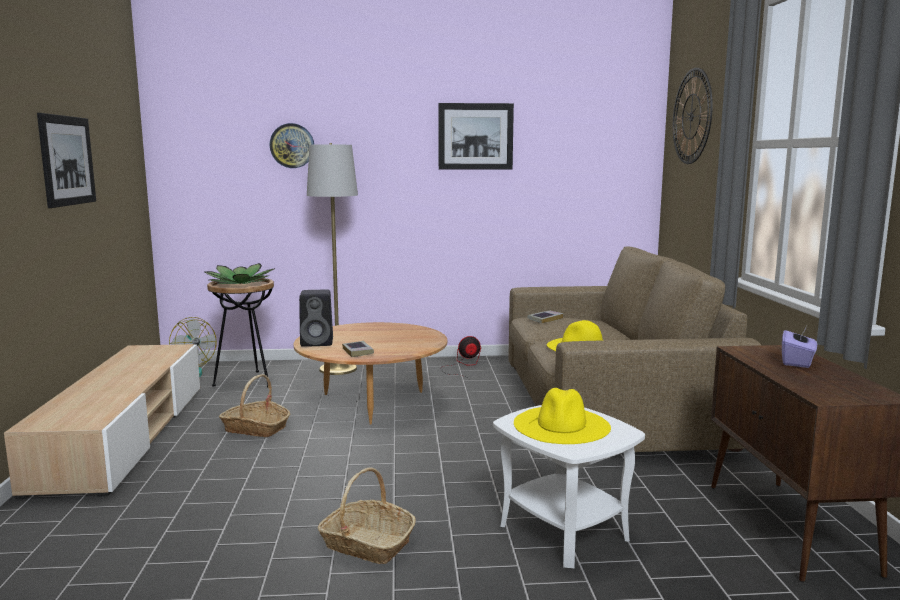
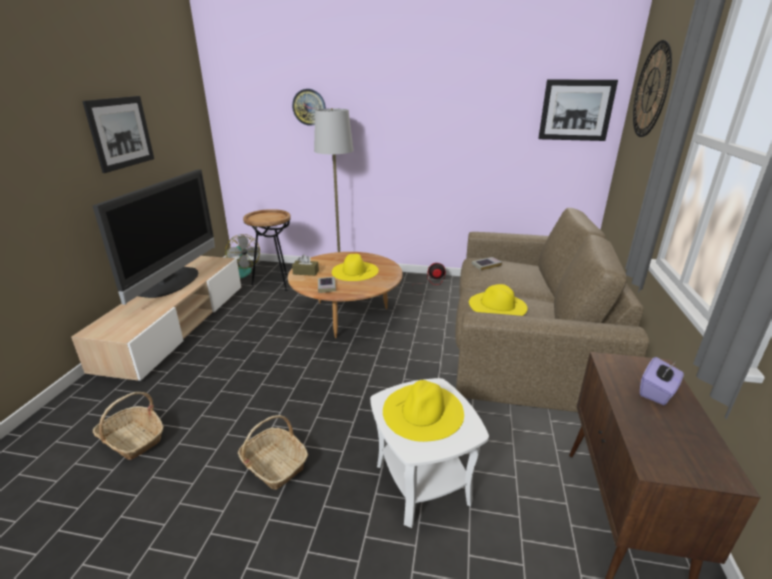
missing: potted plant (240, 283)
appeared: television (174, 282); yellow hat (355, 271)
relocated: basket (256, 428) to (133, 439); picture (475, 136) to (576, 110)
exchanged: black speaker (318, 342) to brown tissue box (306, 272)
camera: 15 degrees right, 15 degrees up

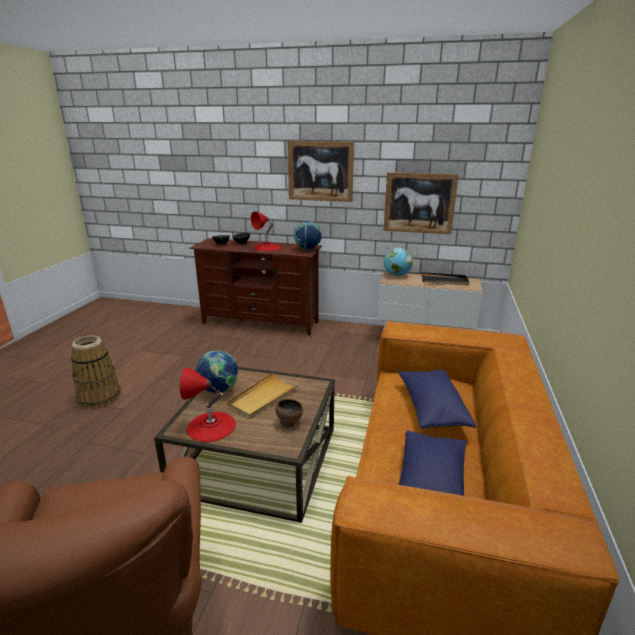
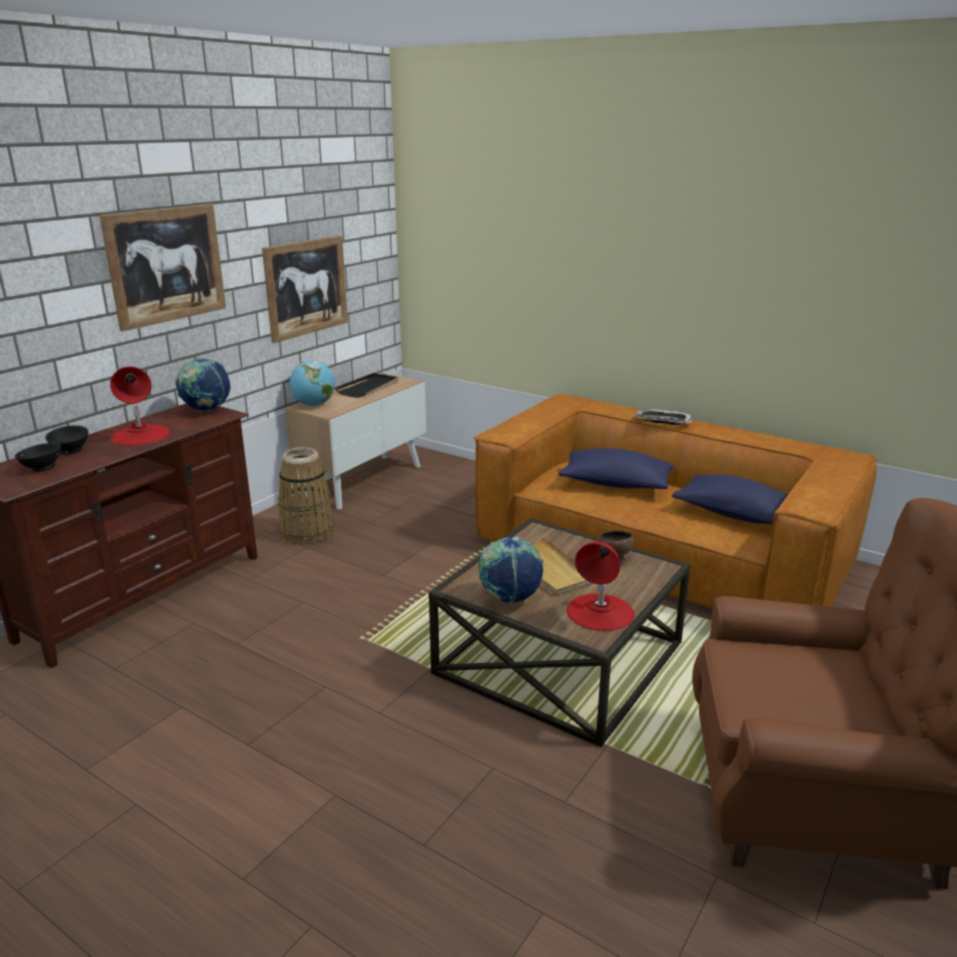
appeared: tray (662, 421)
relocated: basket (99, 397) to (307, 532)
camera: 70 degrees left, 0 degrees up

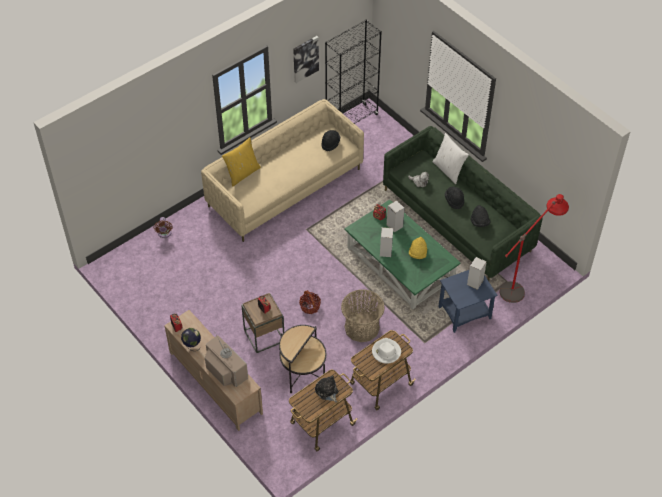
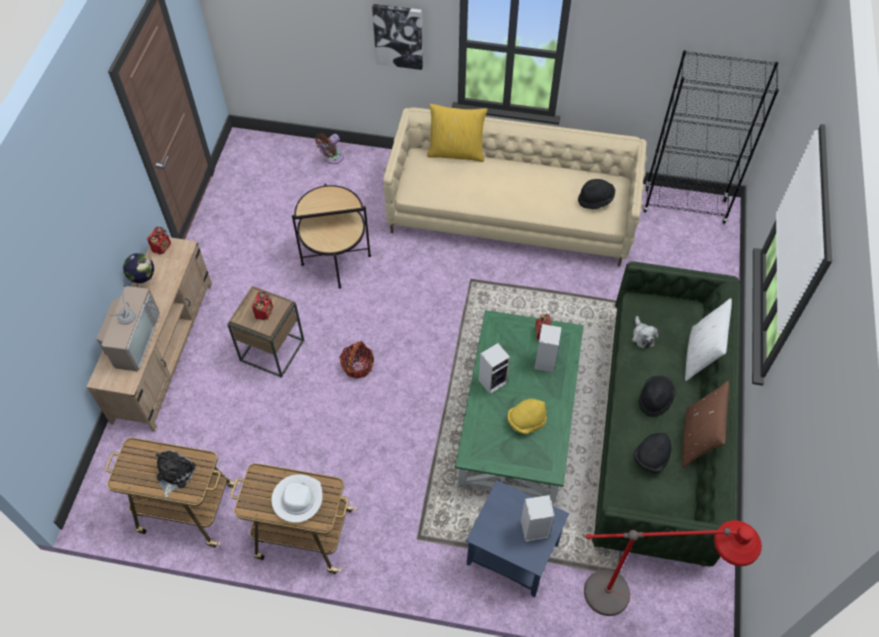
missing: basket (362, 327)
appeared: brown pillow (697, 439)
relocated: side table (303, 374) to (336, 260); picture (305, 58) to (398, 36)
camera: 50 degrees right, 5 degrees up

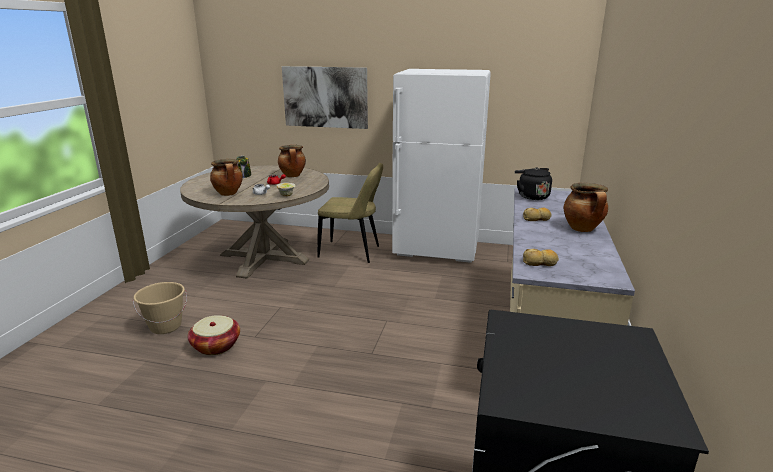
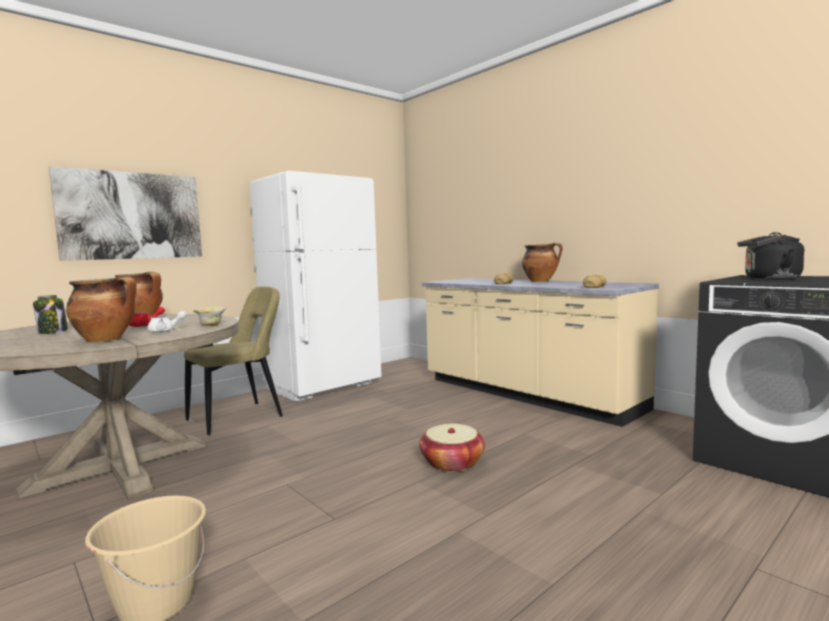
relocated: basket (216, 346) to (452, 463); black kettle (531, 196) to (768, 279)
camera: 55 degrees left, 15 degrees down

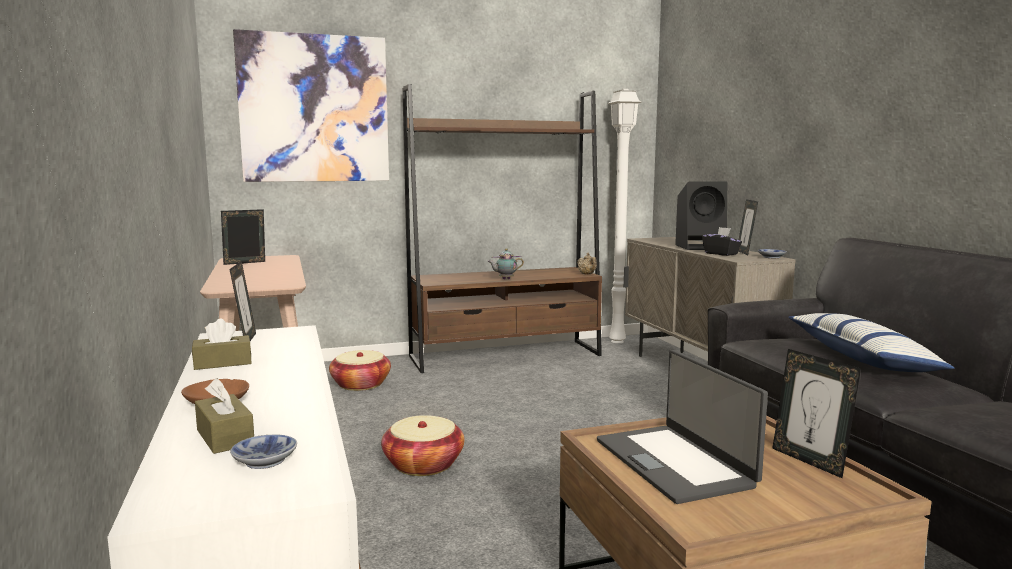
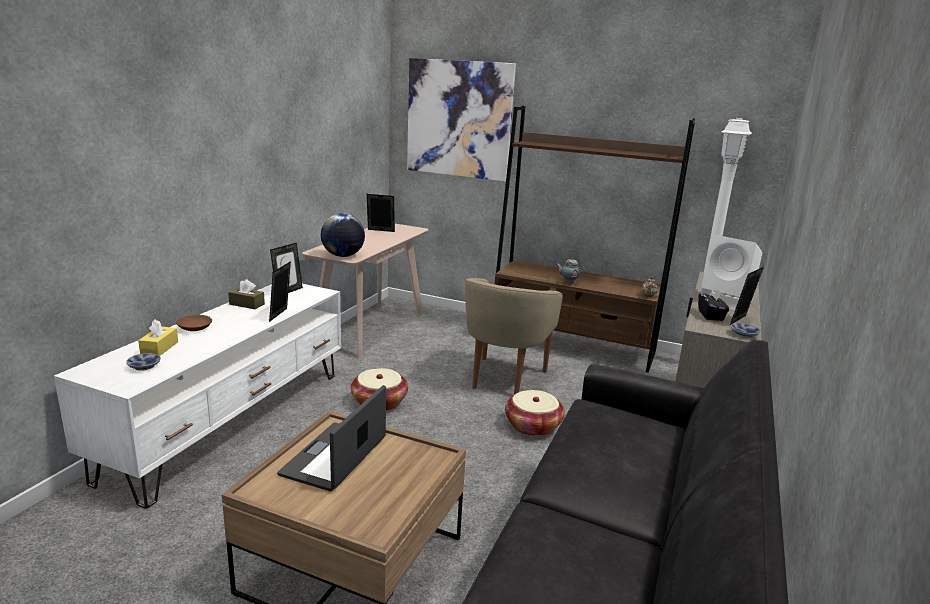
missing: pillow (861, 358)
appeared: globe (343, 256); beige armchair (504, 378)
relocated: basket (360, 384) to (532, 426); picture frame (809, 461) to (281, 315)
colour: brown tissue box (225, 437) to yellow tissue box (159, 348); black speaker (701, 247) to white speaker (726, 302)
camera: 40 degrees right, 10 degrees up

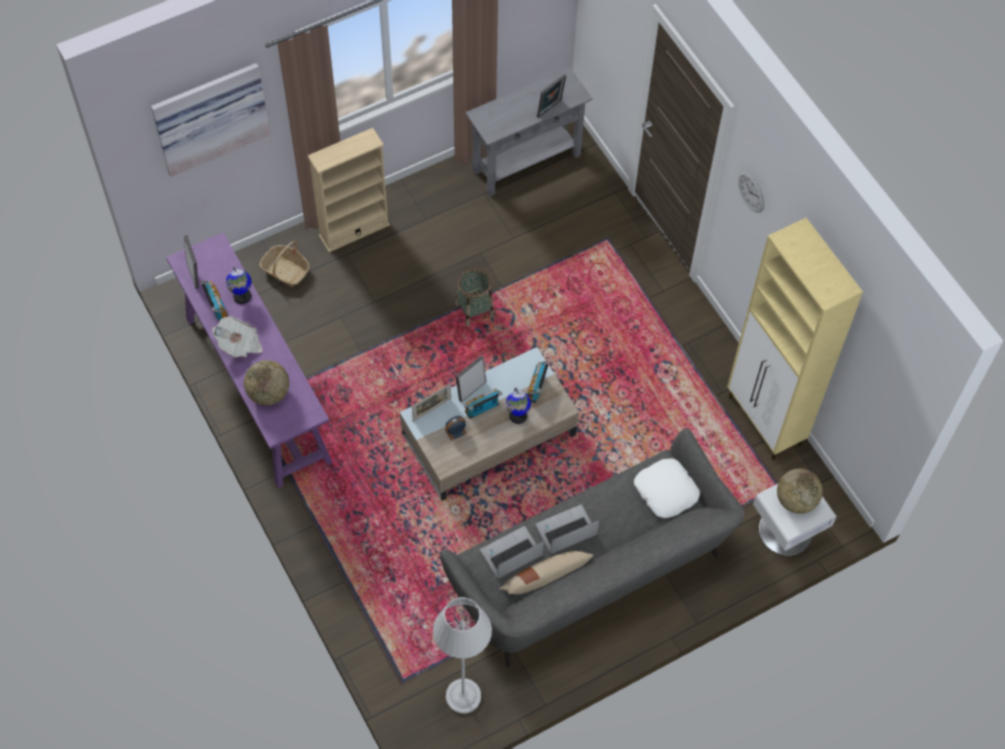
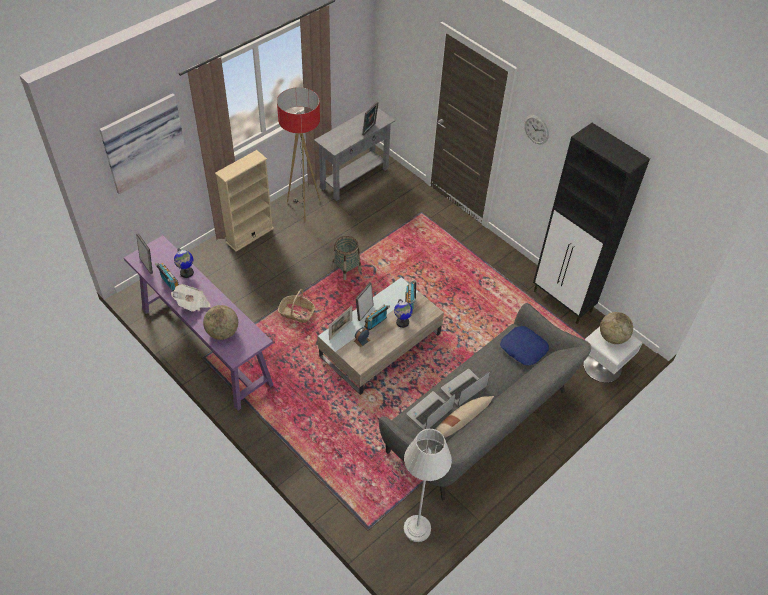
appeared: floor lamp (303, 207)
relocated: basket (285, 270) to (296, 313)
colour: white pillow (665, 491) to blue pillow (523, 349); beige cabinet (765, 422) to black cabinet (563, 302)
camera: 15 degrees left, 10 degrees down

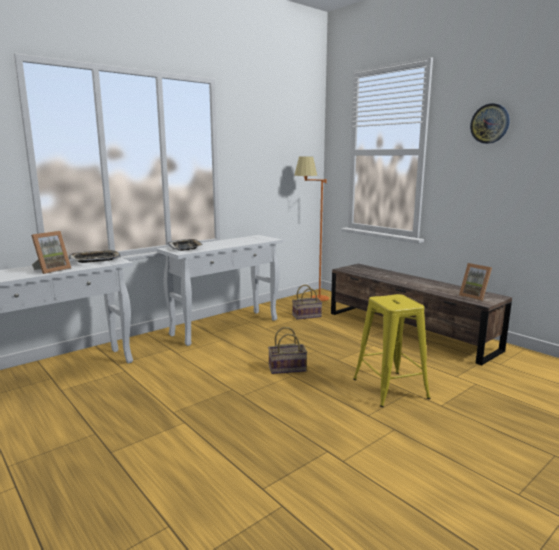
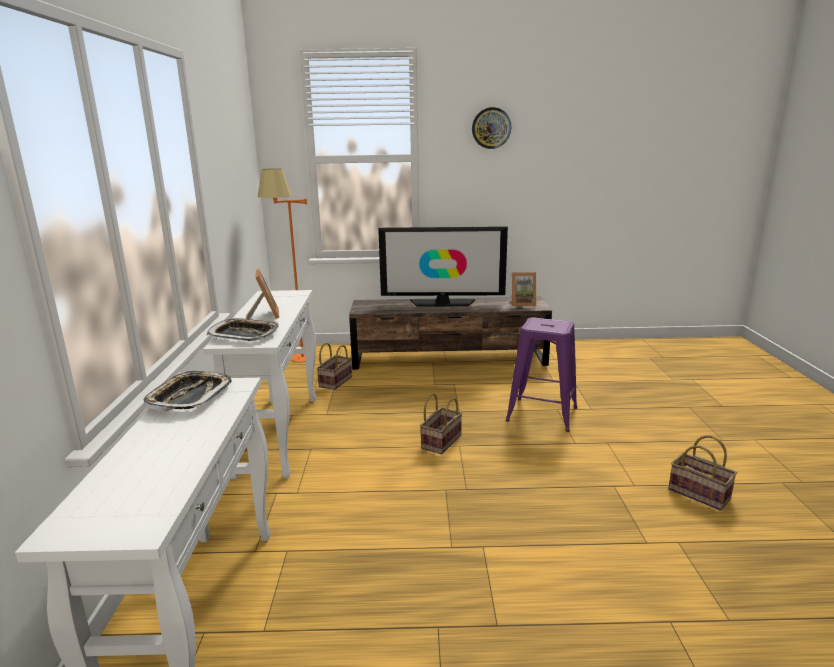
appeared: television (442, 303); basket (701, 494)
relocated: picture frame (52, 270) to (265, 315)
colour: yellow stool (390, 388) to purple stool (542, 414)
camera: 50 degrees left, 5 degrees up

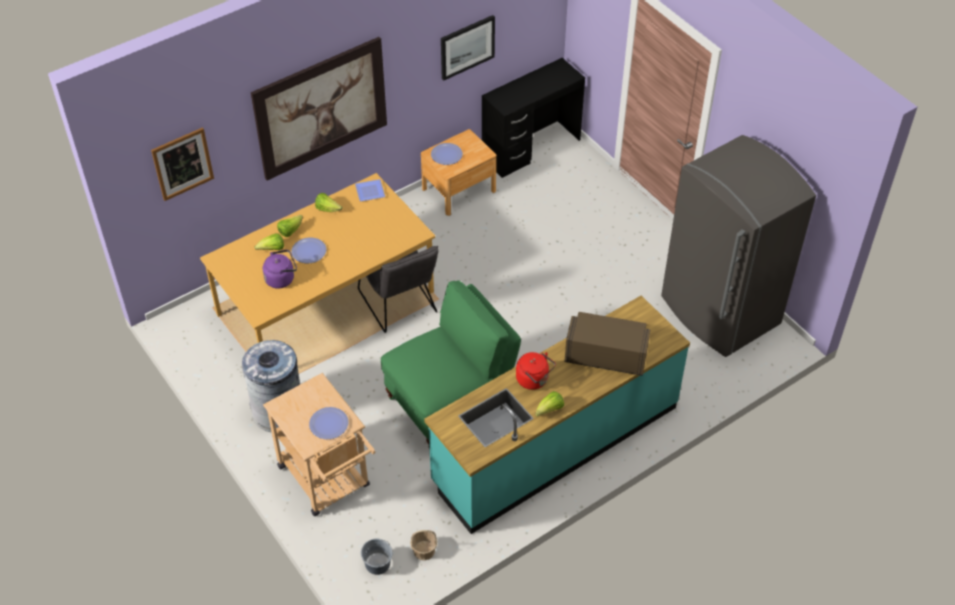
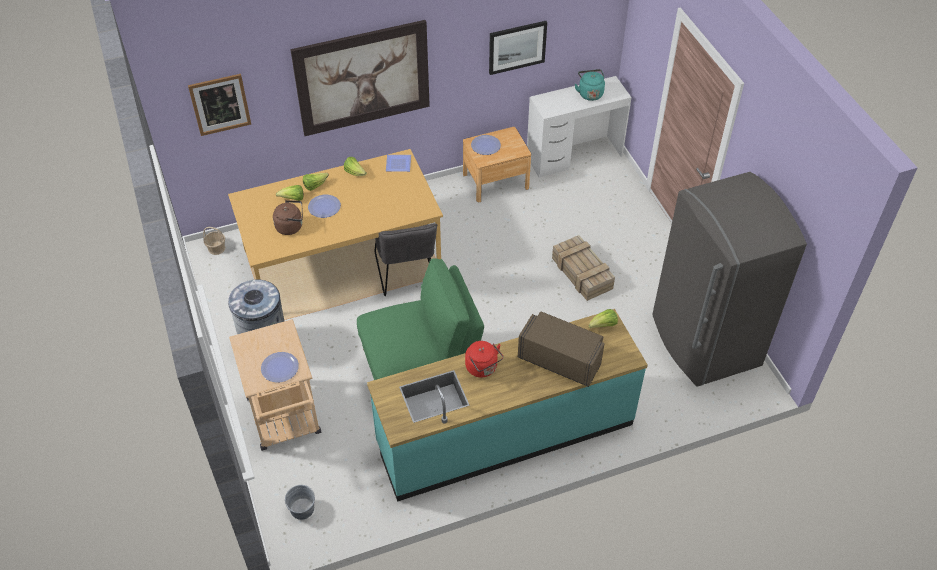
appeared: crate (583, 274); turquoise kettle (590, 93)
relocated: basket (424, 550) to (216, 248); lettuce (549, 410) to (603, 325)
colour: purple kettle (281, 278) to brown kettle (291, 226); black desk (531, 148) to white desk (574, 156)
camera: 15 degrees right, 0 degrees up

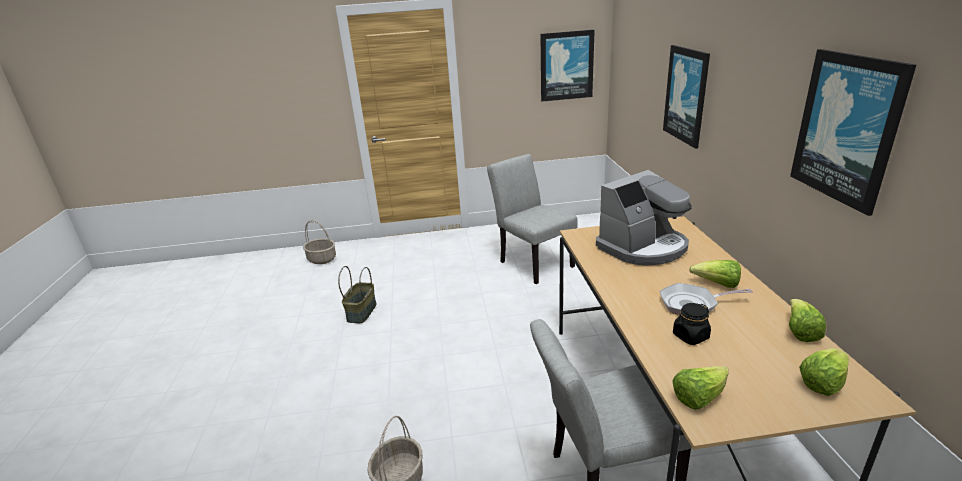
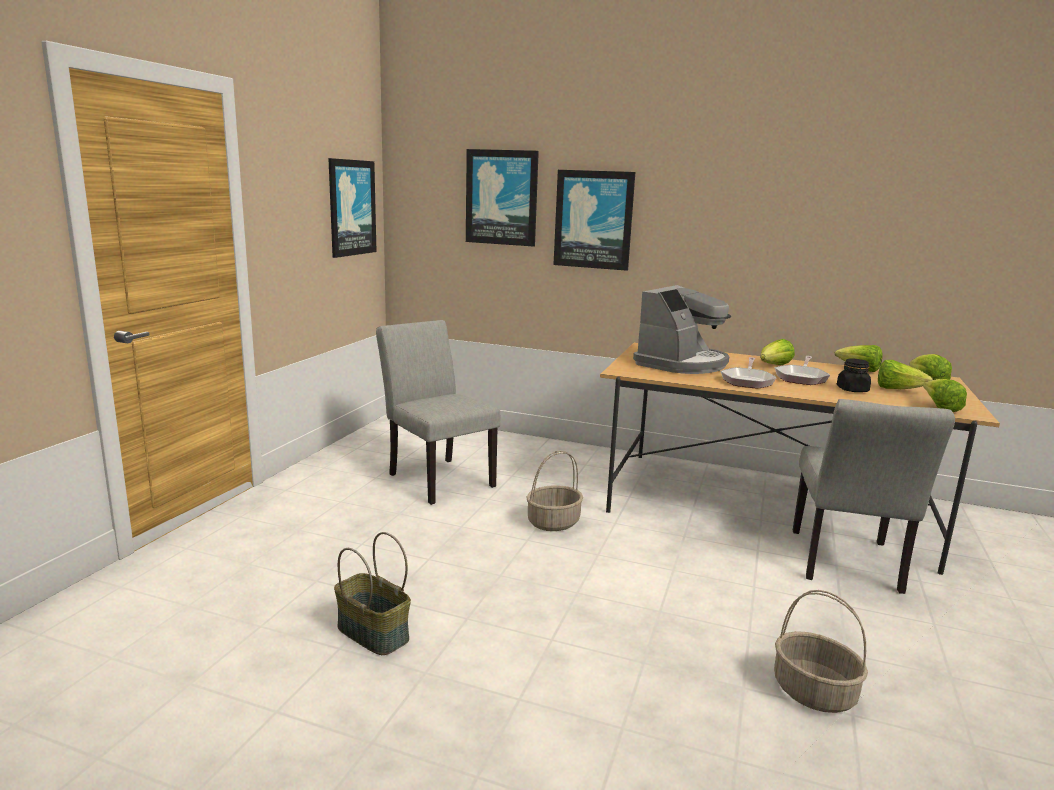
appeared: frying pan (747, 381); lettuce (897, 390)
relocated: basket (322, 259) to (553, 522); picture (847, 128) to (501, 197)
spun: grey chair (532, 262) = (436, 477) 60 degrees clockwise; coffee machine (643, 247) = (682, 364) 45 degrees clockwise
camera: 65 degrees left, 10 degrees down

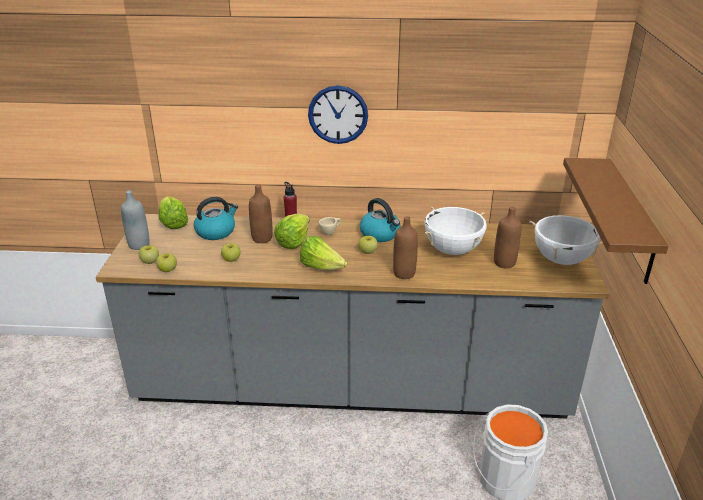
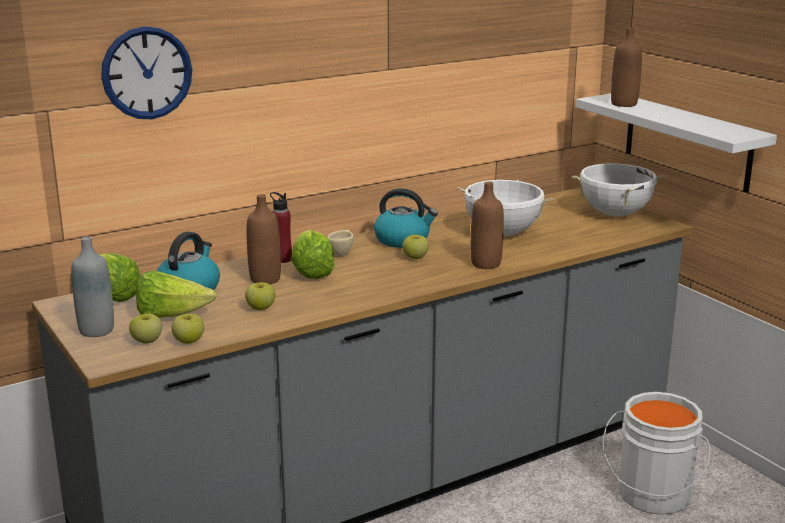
relocated: lettuce (321, 267) to (171, 316); wall clock (338, 114) to (147, 73); brown bottle (504, 263) to (624, 104)
colour: brown shelf (630, 221) to white shelf (687, 141)
camera: 35 degrees left, 10 degrees down

